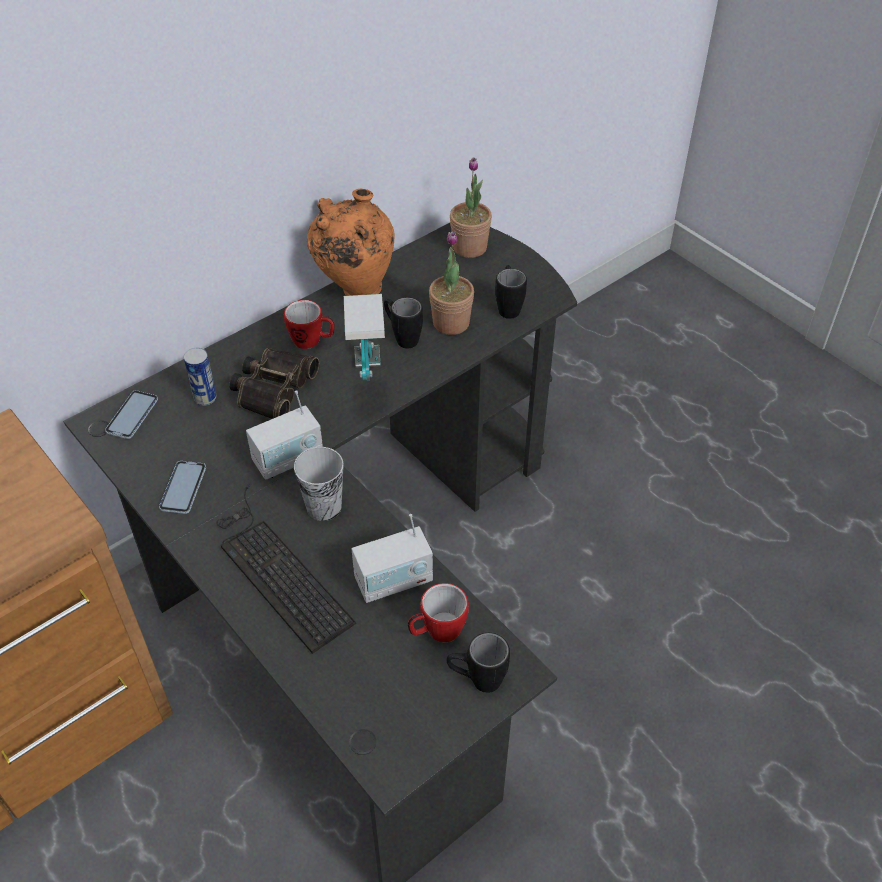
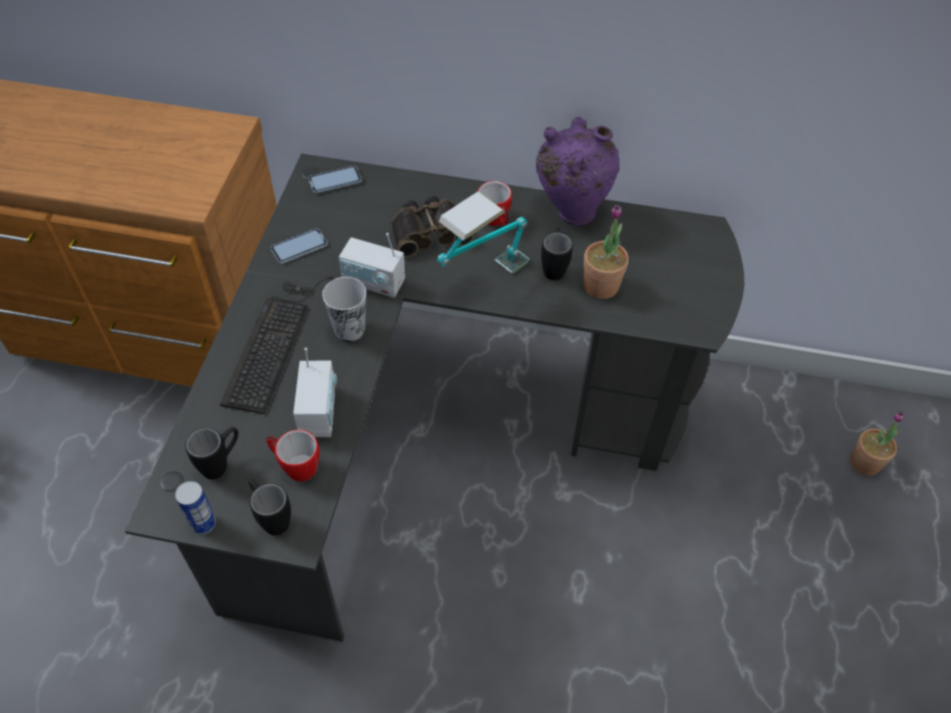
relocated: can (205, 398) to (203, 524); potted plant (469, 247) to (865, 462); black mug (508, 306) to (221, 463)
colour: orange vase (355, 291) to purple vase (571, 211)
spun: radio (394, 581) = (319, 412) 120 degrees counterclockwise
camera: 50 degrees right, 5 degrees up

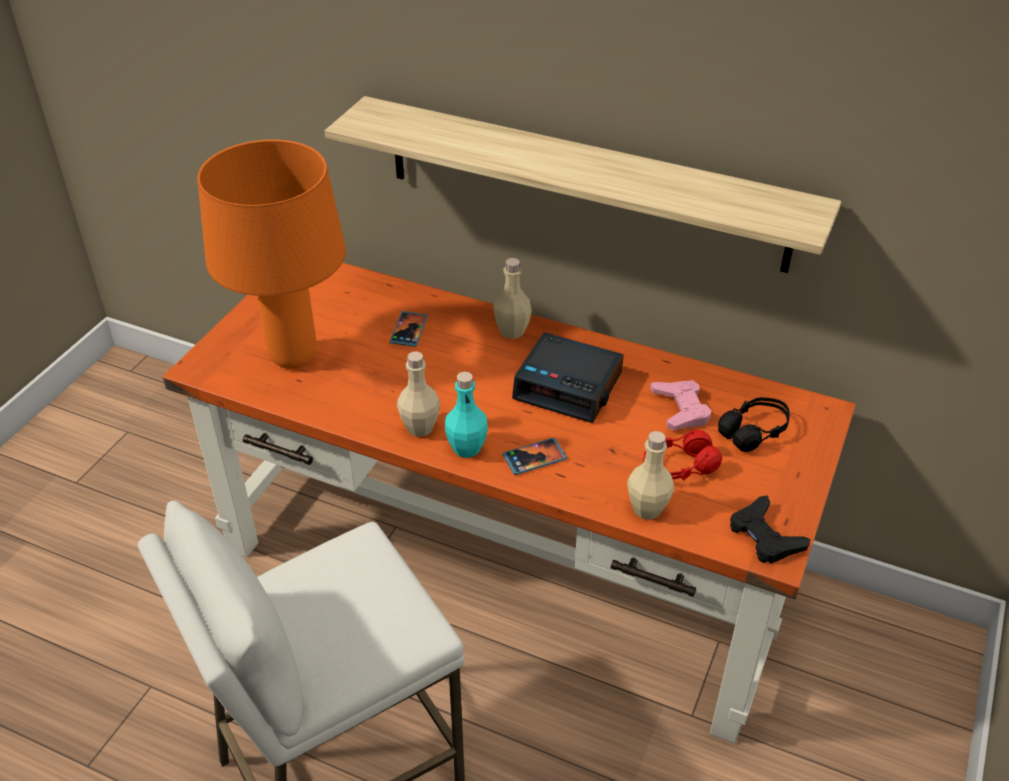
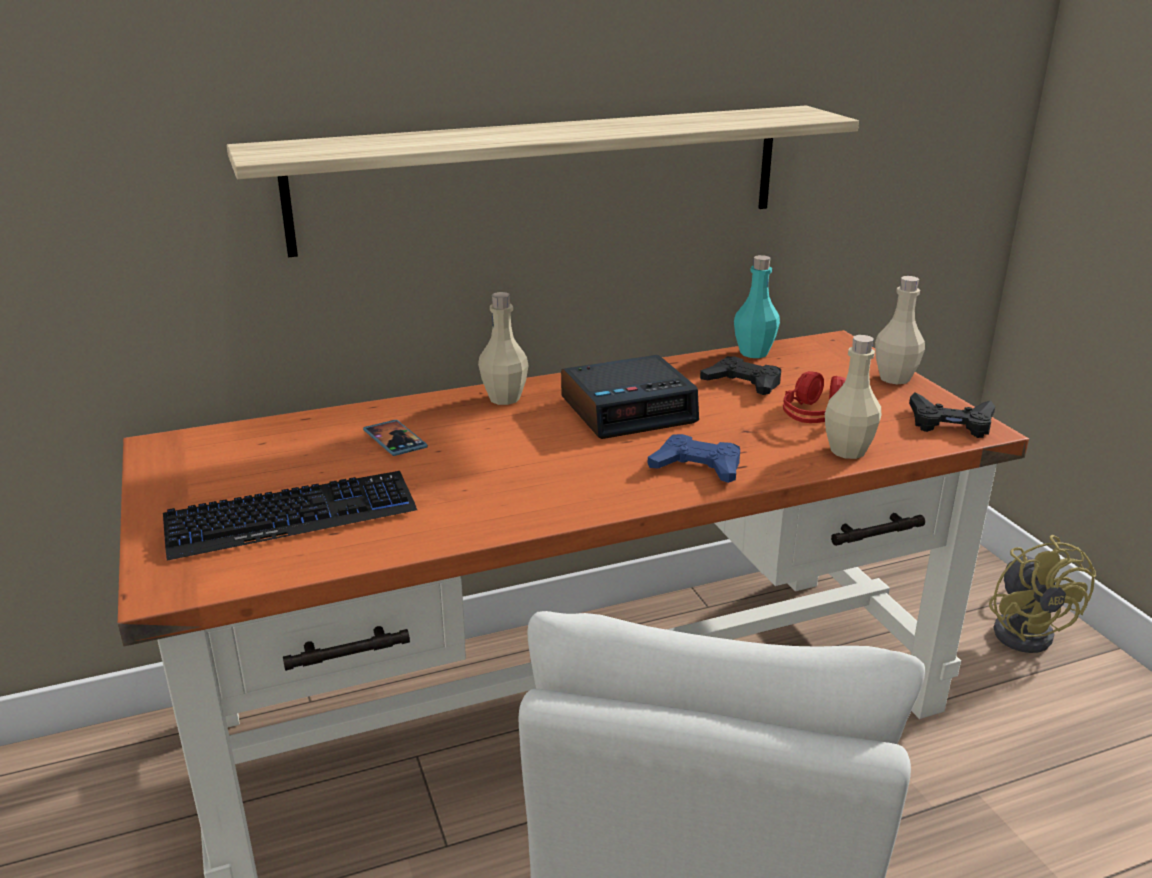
missing: black headphones (754, 432)
appeared: yellow fan (1026, 630)
relocated: beige bottle (420, 427) to (894, 378); turquoise bottle (466, 448) to (754, 353)
exchanged: orange table lamp (295, 357) to keyboard (292, 517); phone (534, 458) to blue game controller (697, 467)
colour: pink game controller (680, 409) to black game controller (743, 383)
camera: 45 degrees left, 15 degrees down

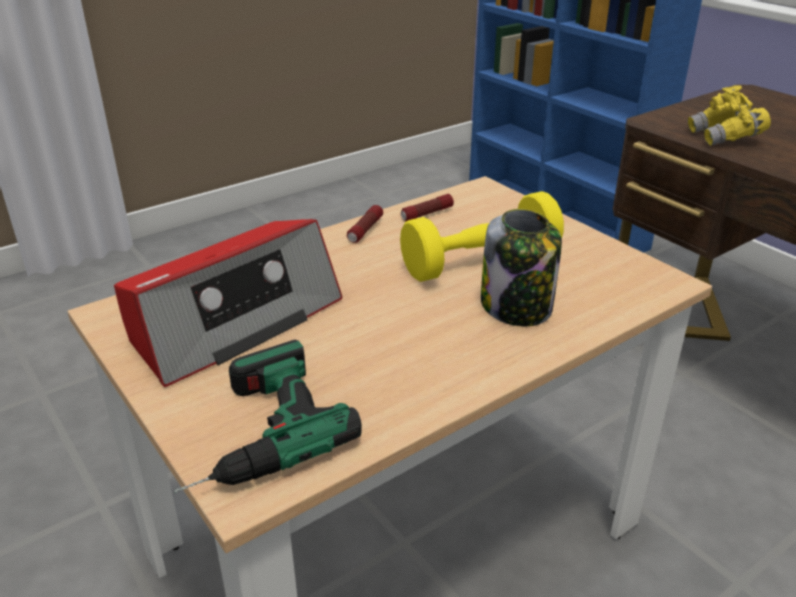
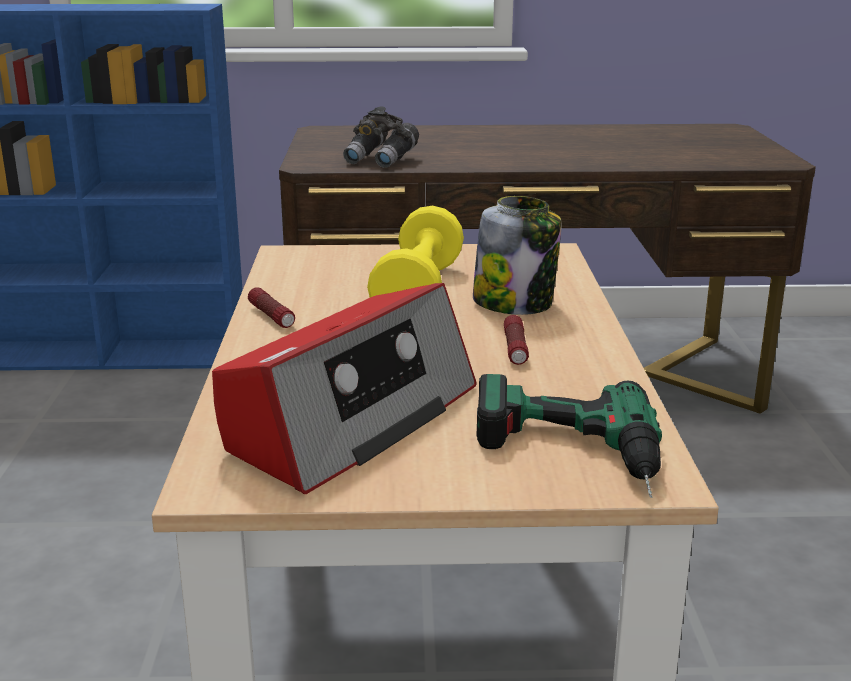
relocated: flashlight (427, 214) to (515, 349)
colour: yellow binoculars (725, 137) to grey binoculars (382, 160)
spun: radio (233, 321) = (350, 419) 45 degrees clockwise
camera: 55 degrees left, 10 degrees down

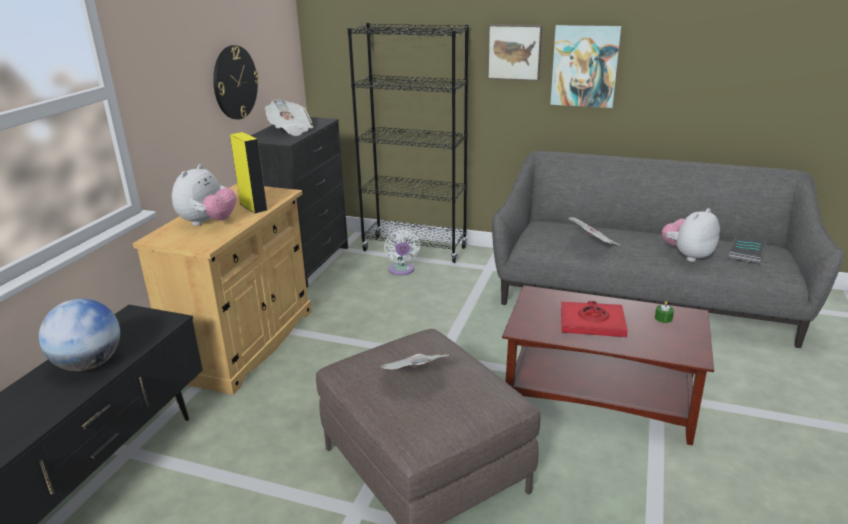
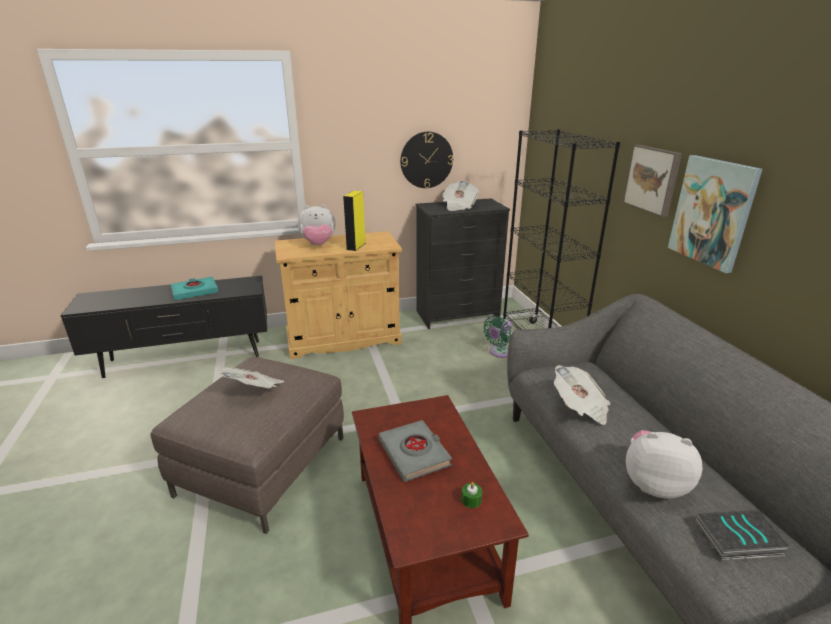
exchanged: globe (89, 364) to turquoise book (195, 291)
colour: white fan (401, 271) to green fan (499, 352); red book (592, 323) to grey book (414, 453)
camera: 55 degrees right, 0 degrees up

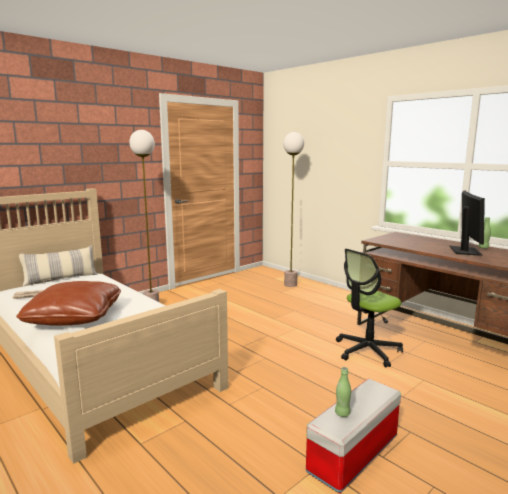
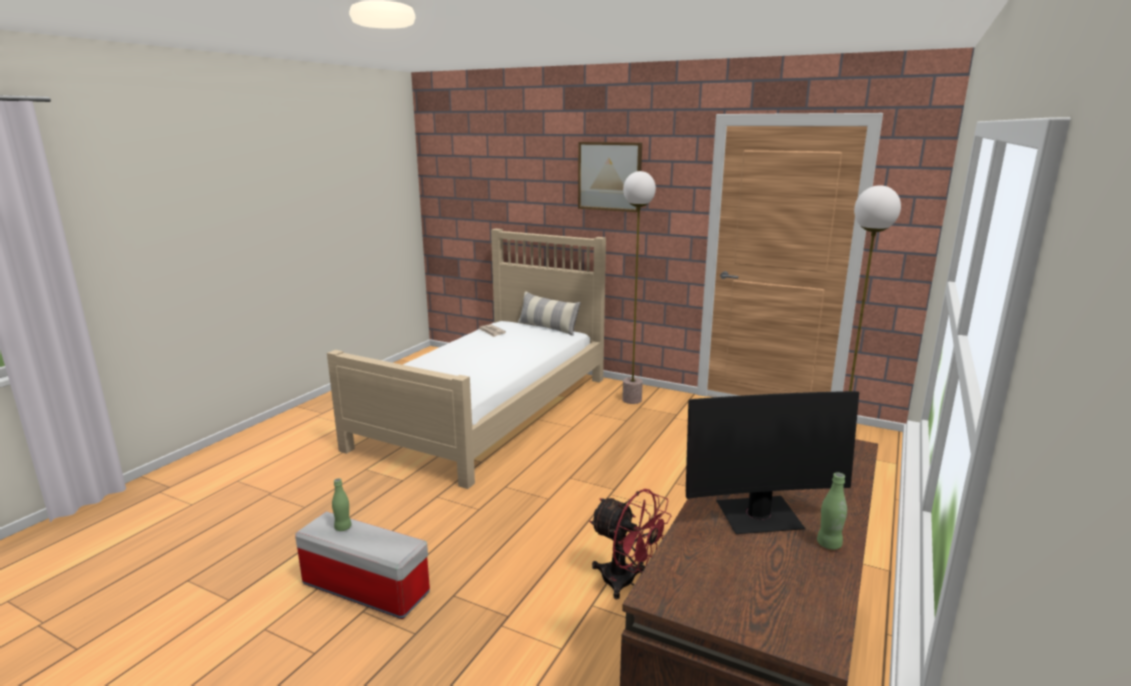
missing: brown pillow (75, 317)
appeared: picture (610, 176)
exchanged: office chair (367, 351) to red fan (626, 582)
camera: 70 degrees right, 5 degrees up

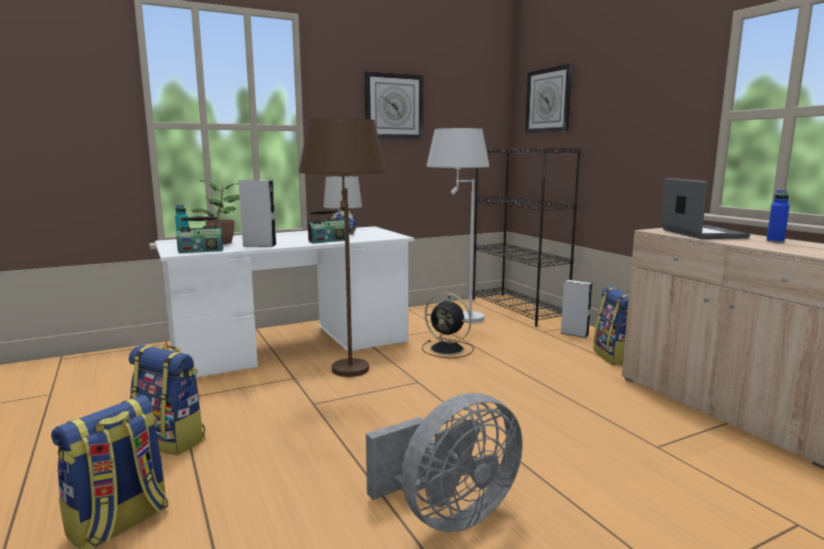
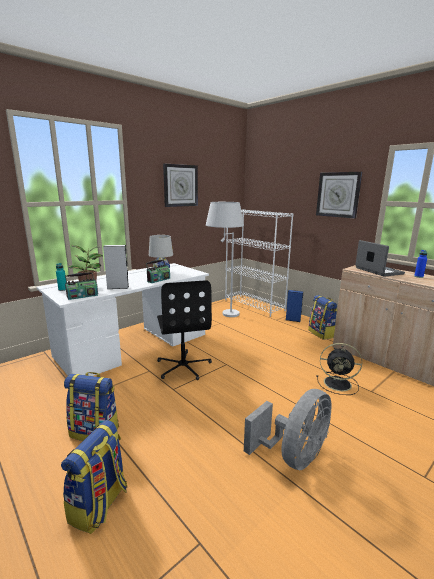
relocated: black fan (448, 349) to (338, 384); wall clock (549, 100) to (338, 194)
exchanged: brown floor lamp (348, 378) to black office chair (183, 366)
colour: black bookcase (518, 309) to white bookcase (254, 305); grey speaker (574, 334) to blue speaker (293, 320)
camera: 15 degrees left, 5 degrees up

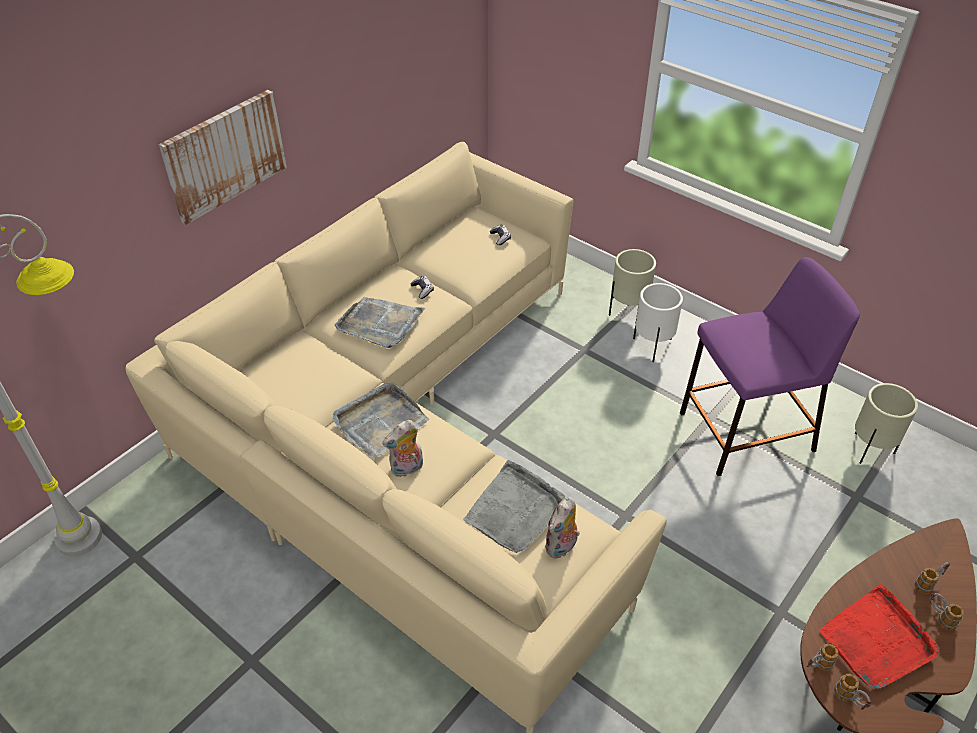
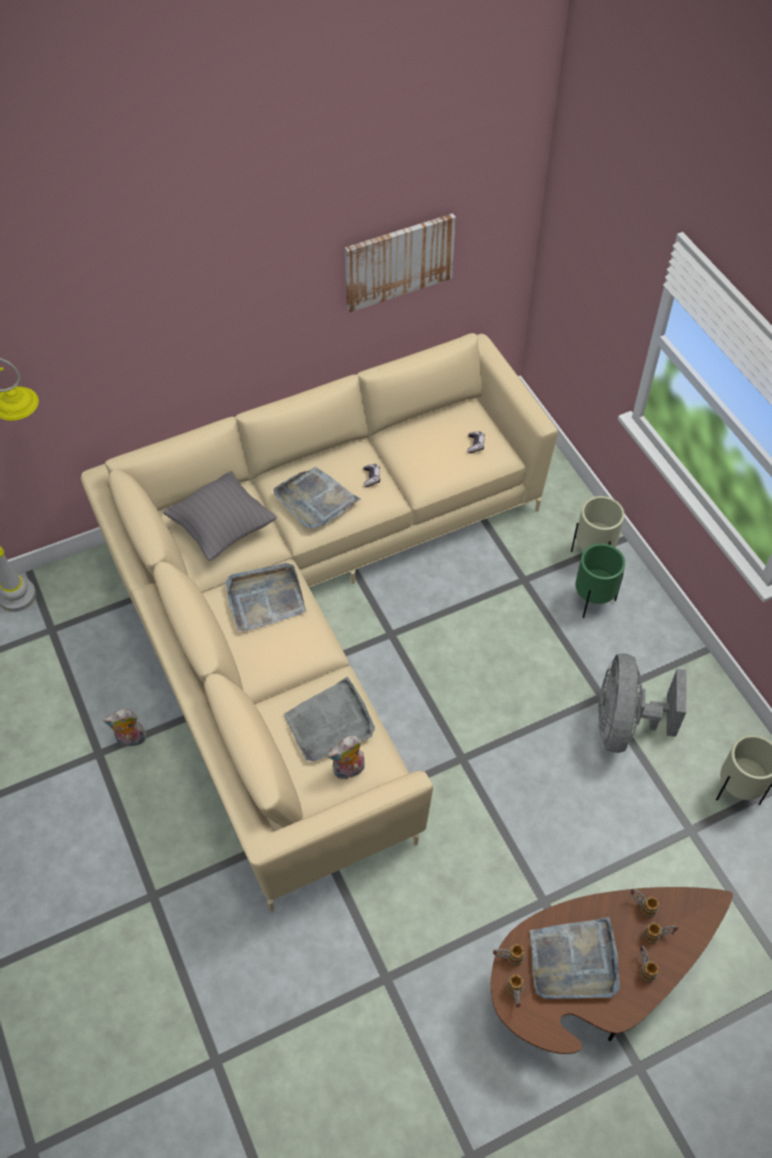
appeared: grey pillow (222, 529); mug (641, 906)
relocated: picture (224, 155) to (398, 261); plush toy (407, 469) to (130, 740)
exchanged: purple stool (745, 432) to grey fan (625, 724)
colour: white planter (652, 346) to green planter (592, 601); red tray (877, 641) to grey tray (574, 961)
camera: 25 degrees right, 10 degrees up

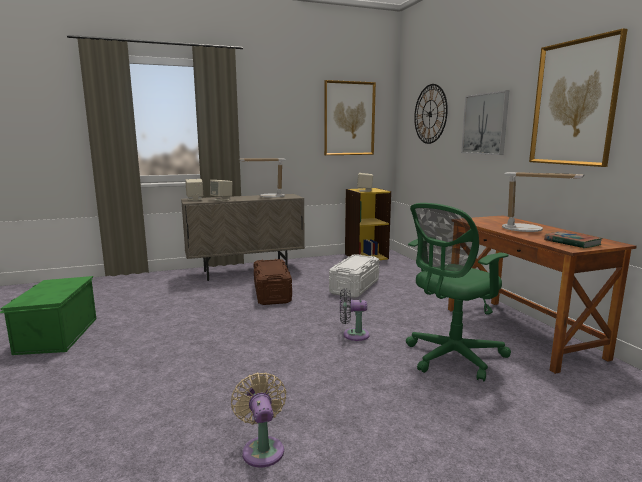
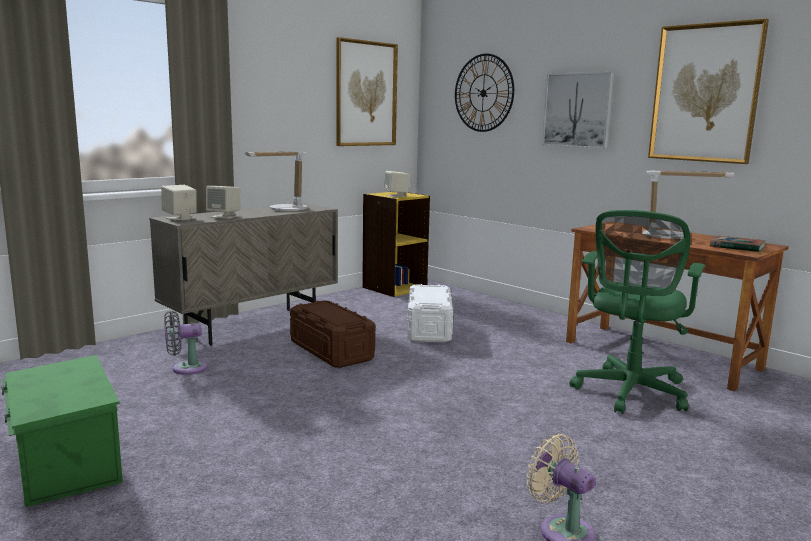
relocated: grey fan (353, 335) to (185, 368)
camera: 25 degrees left, 0 degrees up

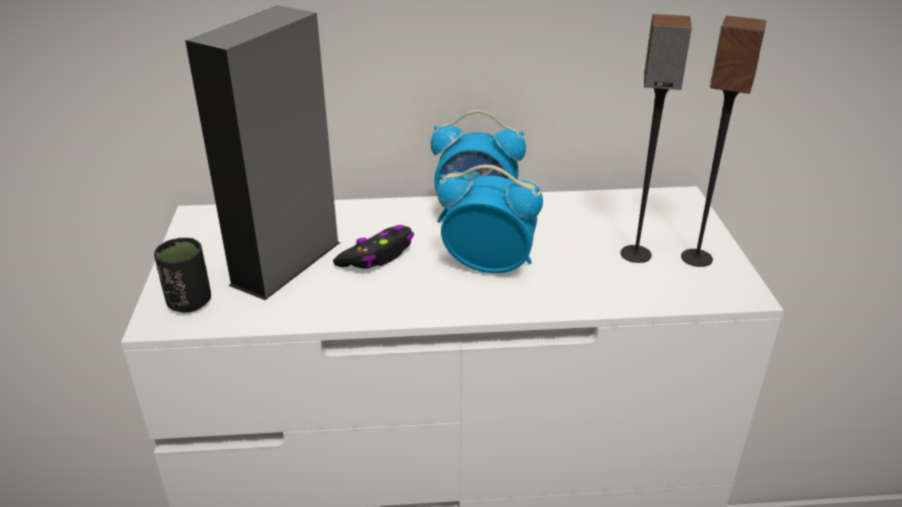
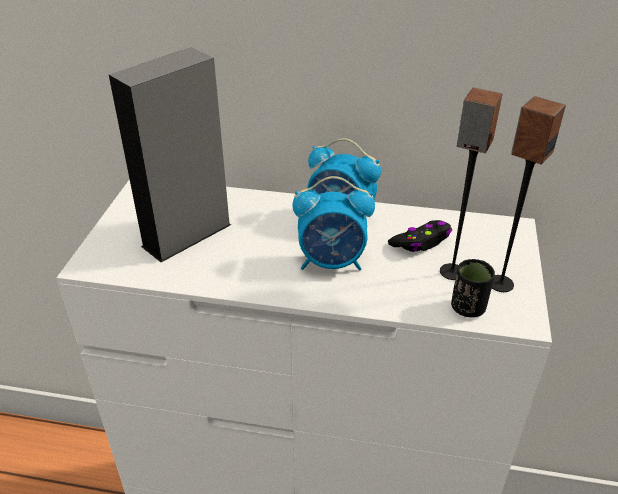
relocated: black cup (189, 302) to (468, 308); black game controller (377, 256) to (421, 242)
spun: alarm clock (489, 265) = (332, 262) 150 degrees clockwise
camera: 15 degrees right, 5 degrees up

